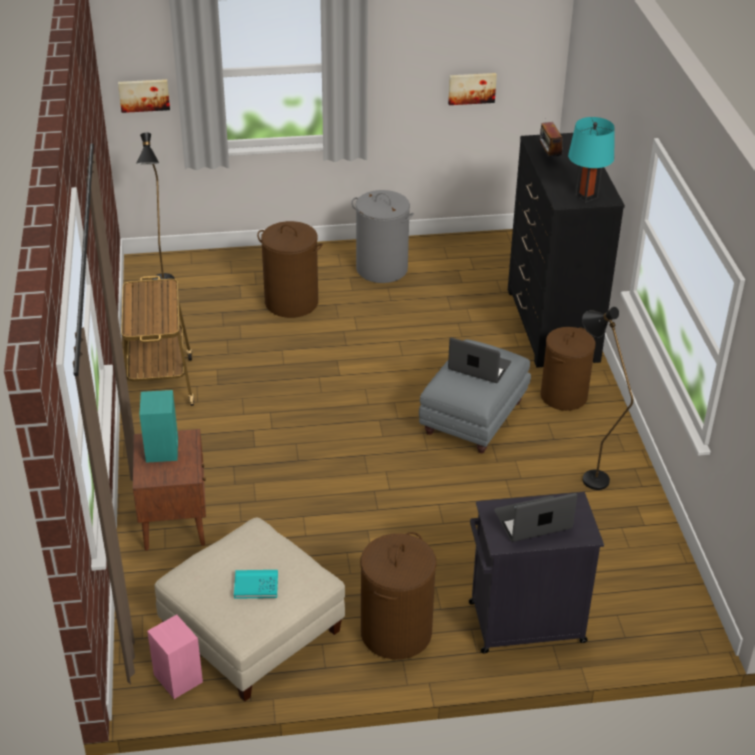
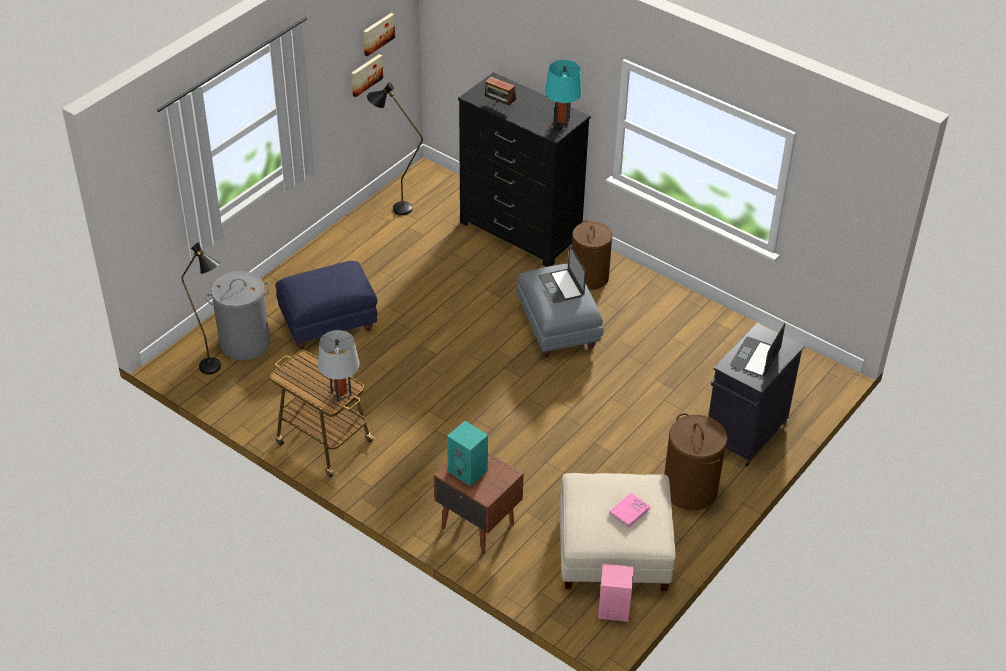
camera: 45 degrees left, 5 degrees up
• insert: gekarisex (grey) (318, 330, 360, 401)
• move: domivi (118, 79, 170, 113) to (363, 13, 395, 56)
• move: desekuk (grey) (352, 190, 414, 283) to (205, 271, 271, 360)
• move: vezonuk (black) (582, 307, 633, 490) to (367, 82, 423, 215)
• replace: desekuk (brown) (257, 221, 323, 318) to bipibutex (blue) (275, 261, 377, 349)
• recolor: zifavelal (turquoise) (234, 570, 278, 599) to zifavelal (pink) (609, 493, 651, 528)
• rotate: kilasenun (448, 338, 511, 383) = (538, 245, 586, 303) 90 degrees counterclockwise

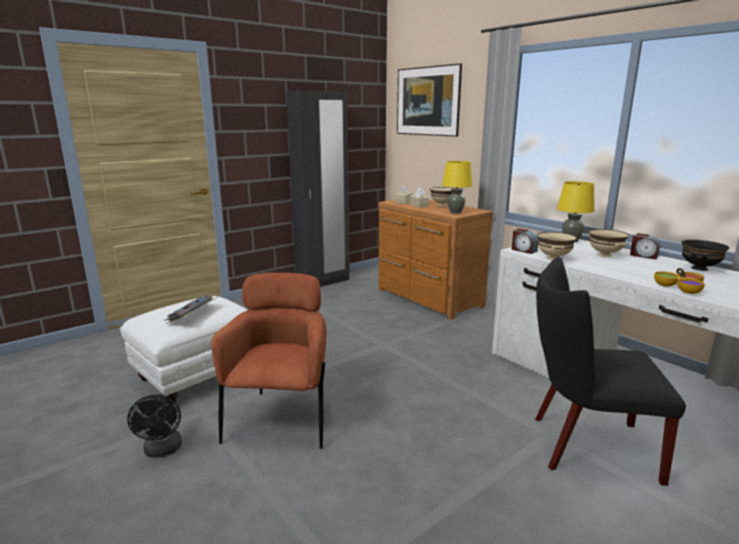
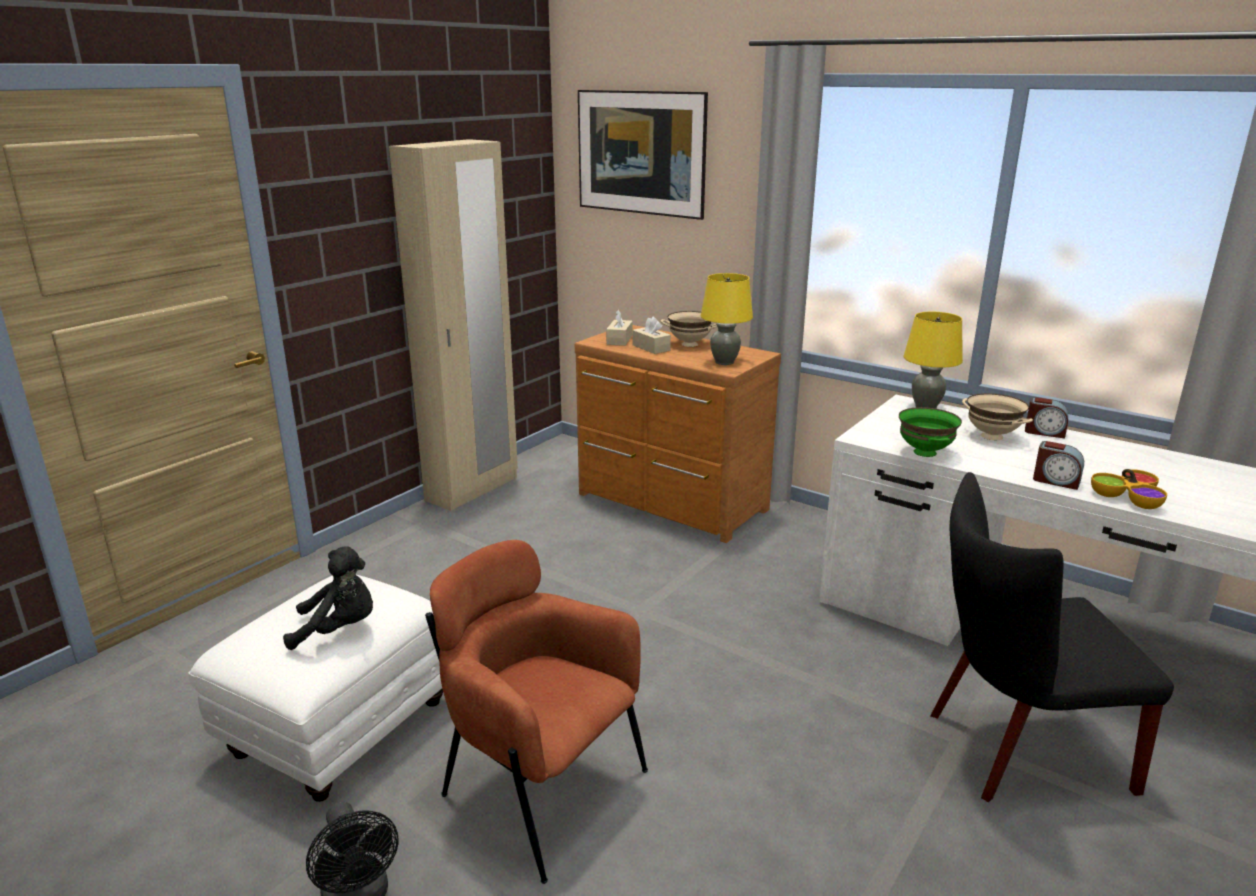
camera: 15 degrees left, 5 degrees up
• delete: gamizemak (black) (681, 240, 729, 271)
• move: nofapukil (512, 228, 539, 254) to (1033, 441, 1084, 490)
• replace: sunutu (164, 294, 219, 324) to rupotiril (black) (283, 547, 373, 650)
• recolor: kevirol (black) (286, 90, 350, 287) to kevirol (beige) (389, 139, 518, 511)
• recolor: gamizemak (beige) (537, 232, 577, 260) to gamizemak (green) (899, 407, 962, 457)
• rotate: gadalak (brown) (211, 273, 327, 449) = (425, 540, 648, 884) 45 degrees counterclockwise

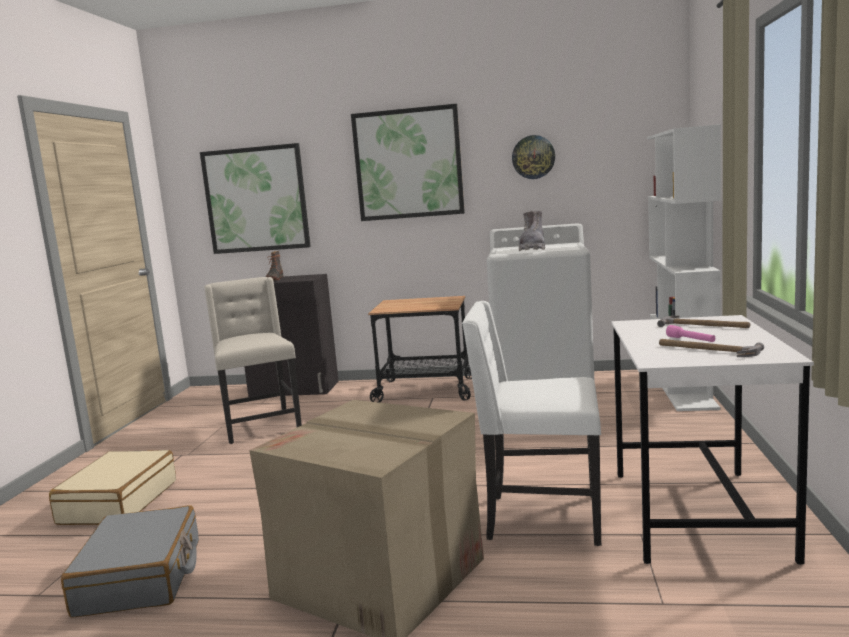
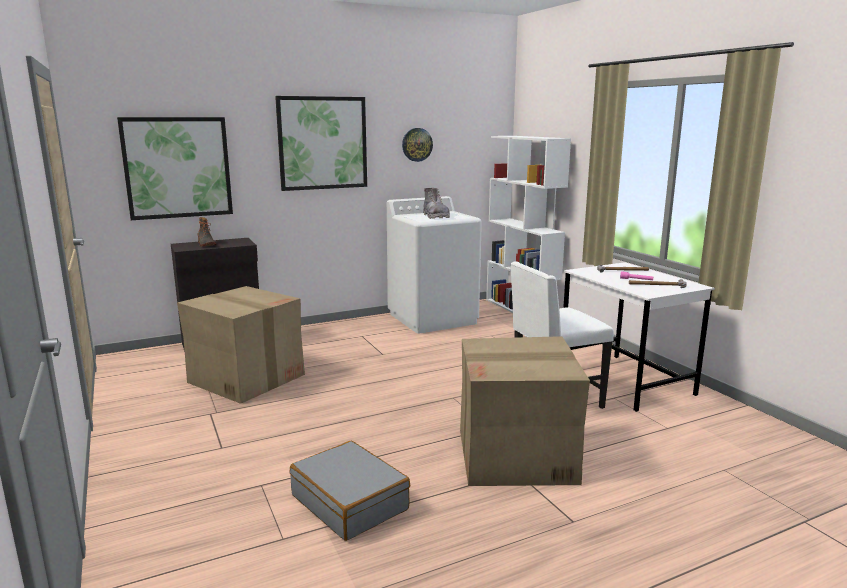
camera: 35 degrees left, 5 degrees up
• delete: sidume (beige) (49, 450, 176, 525)
• delete: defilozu (368, 296, 472, 403)
• replace: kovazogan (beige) (204, 277, 302, 444) to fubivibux (177, 286, 305, 404)

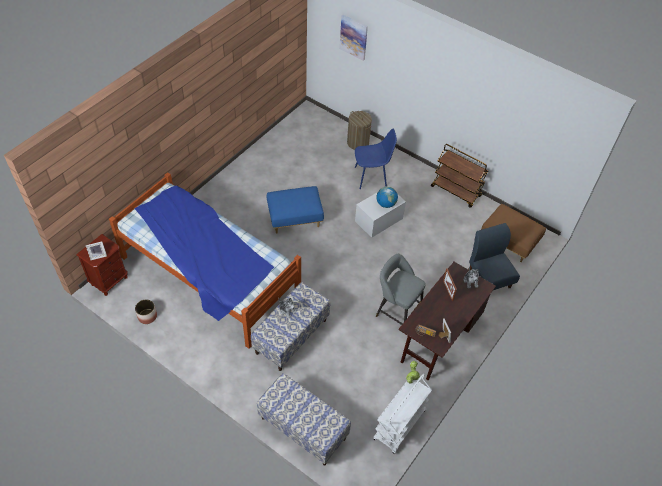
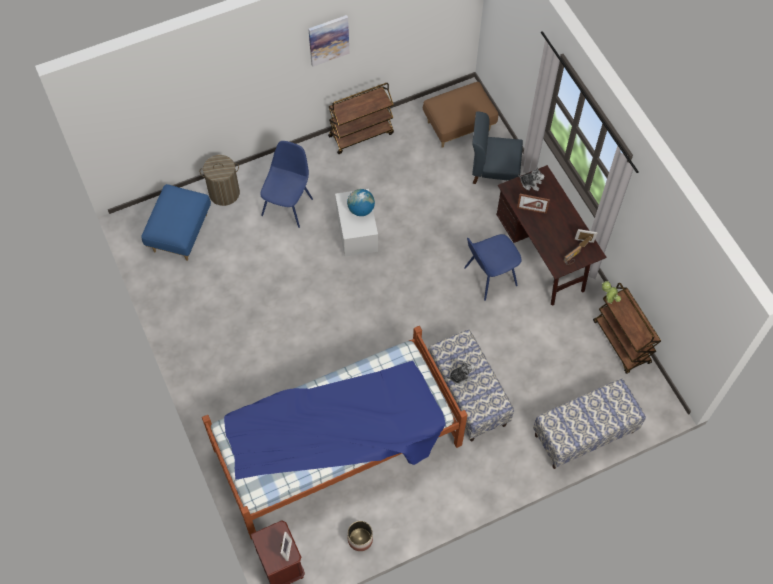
camera: 60 degrees left, 10 degrees up
• move: bipibutex (blue) (266, 186, 324, 233) to (141, 184, 211, 261)
• move: domivi (340, 15, 368, 61) to (309, 15, 349, 67)
• replace: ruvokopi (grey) (376, 254, 426, 325) to kovazogan (blue) (464, 234, 522, 301)
• recolor: defilozu (white) (373, 374, 432, 454) to defilozu (brown) (593, 283, 661, 374)

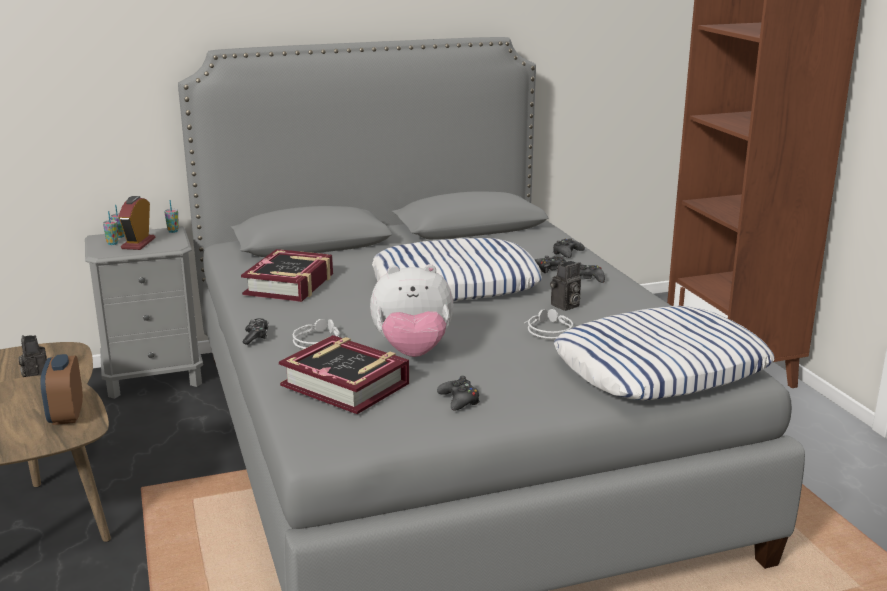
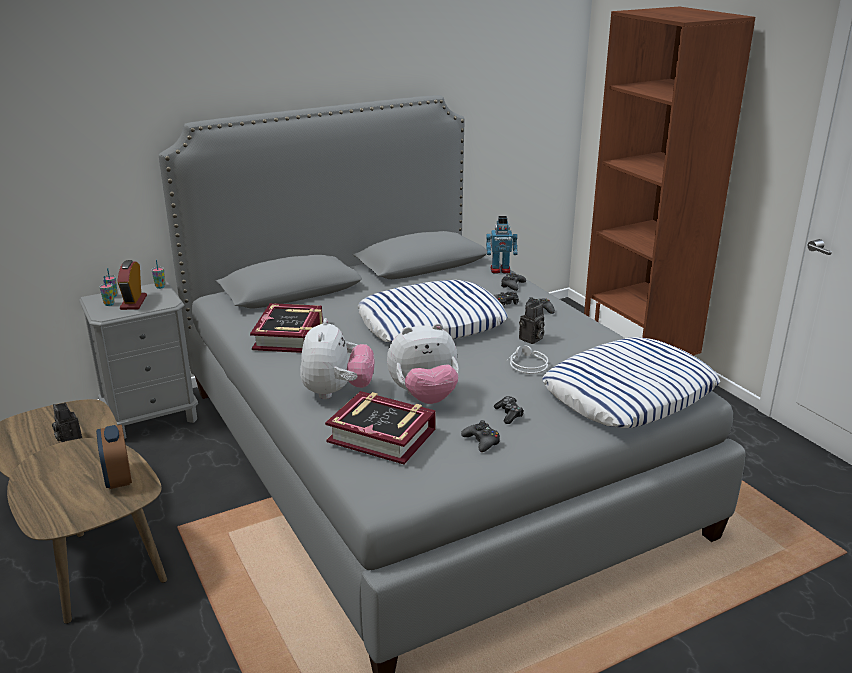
camera: 10 degrees left, 5 degrees up
• insert: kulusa (486, 216, 518, 274)
• move: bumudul (242, 318, 269, 345) to (494, 396, 524, 424)
• replace: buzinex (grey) (292, 319, 339, 349) to rupotiril (300, 318, 374, 399)

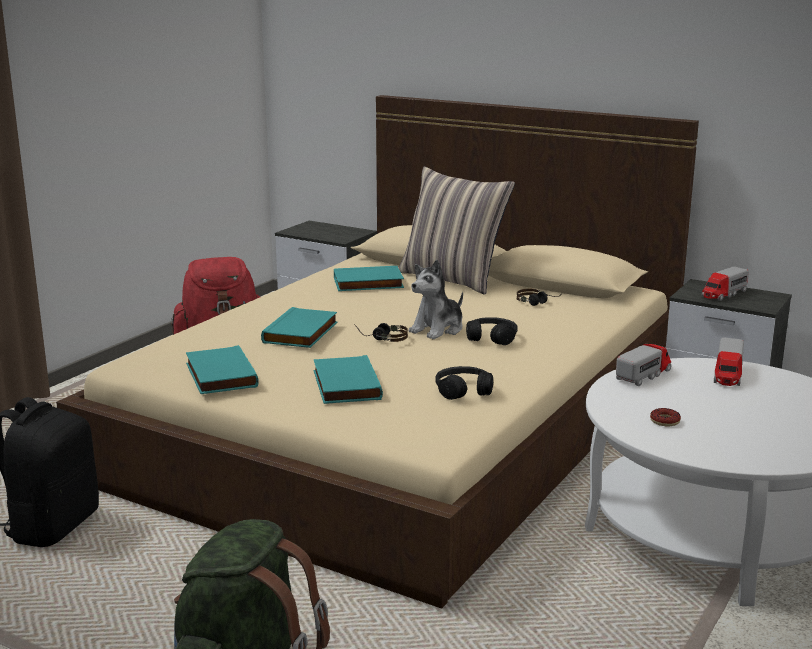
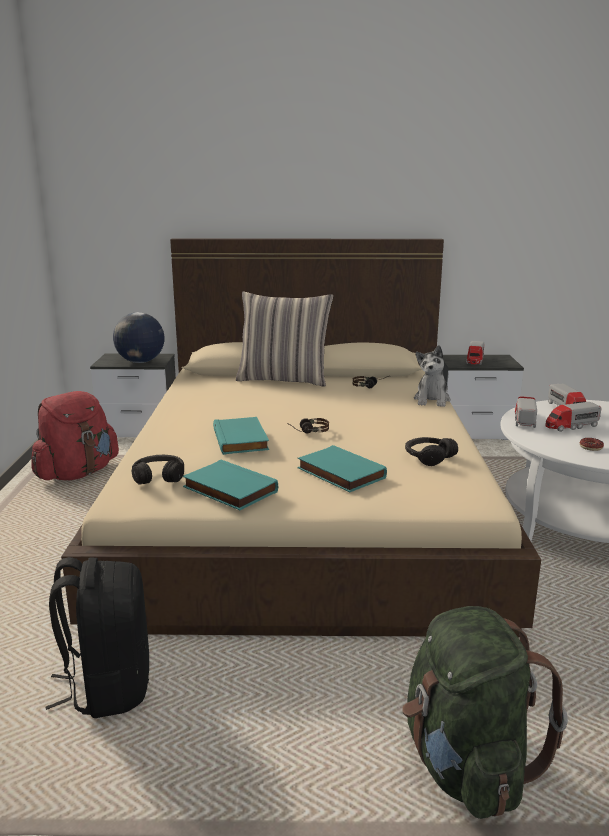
camera: 30 degrees left, 0 degrees up
• delete: zifavelal (turquoise) (334, 266, 404, 291)
• insert: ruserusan (113, 312, 165, 363)
• insert: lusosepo (545, 402, 602, 432)
• move: rupotiril (409, 260, 463, 339) to (414, 345, 451, 407)
• move: buzinex (black) (466, 317, 518, 345) to (132, 455, 184, 485)

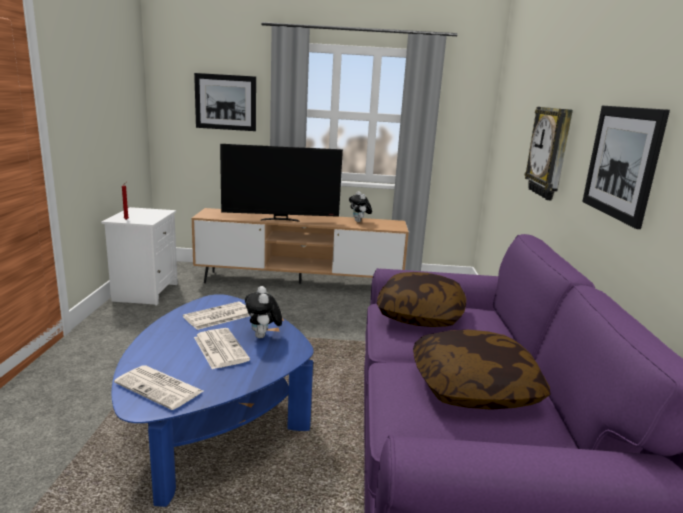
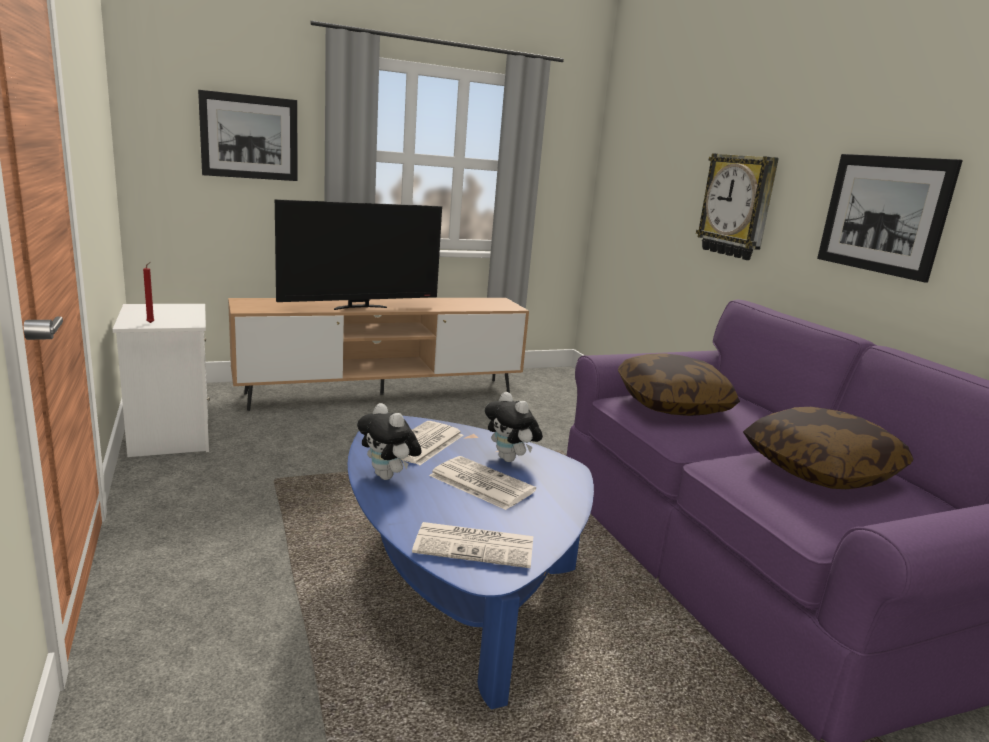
camera: 25 degrees left, 0 degrees up
• move: rupotiril (349, 191, 372, 222) to (357, 403, 422, 480)

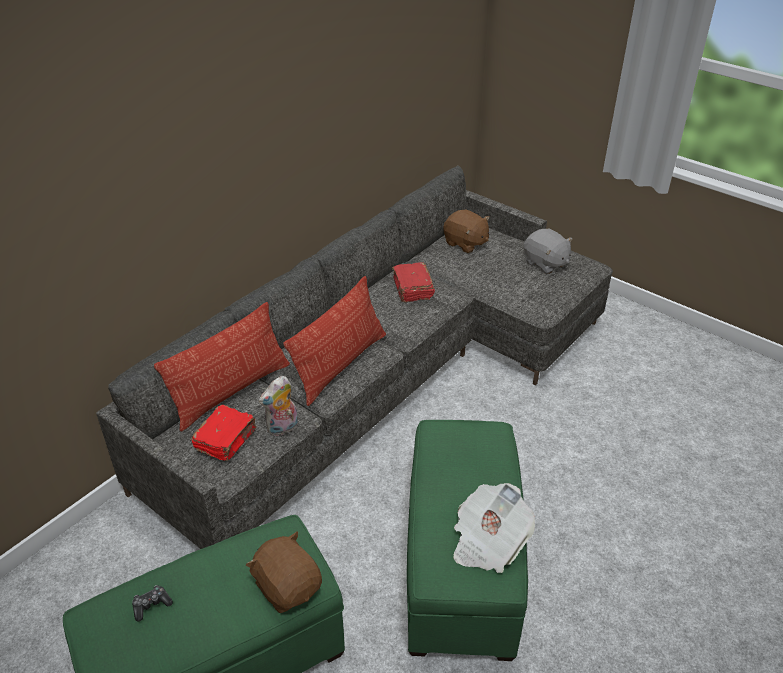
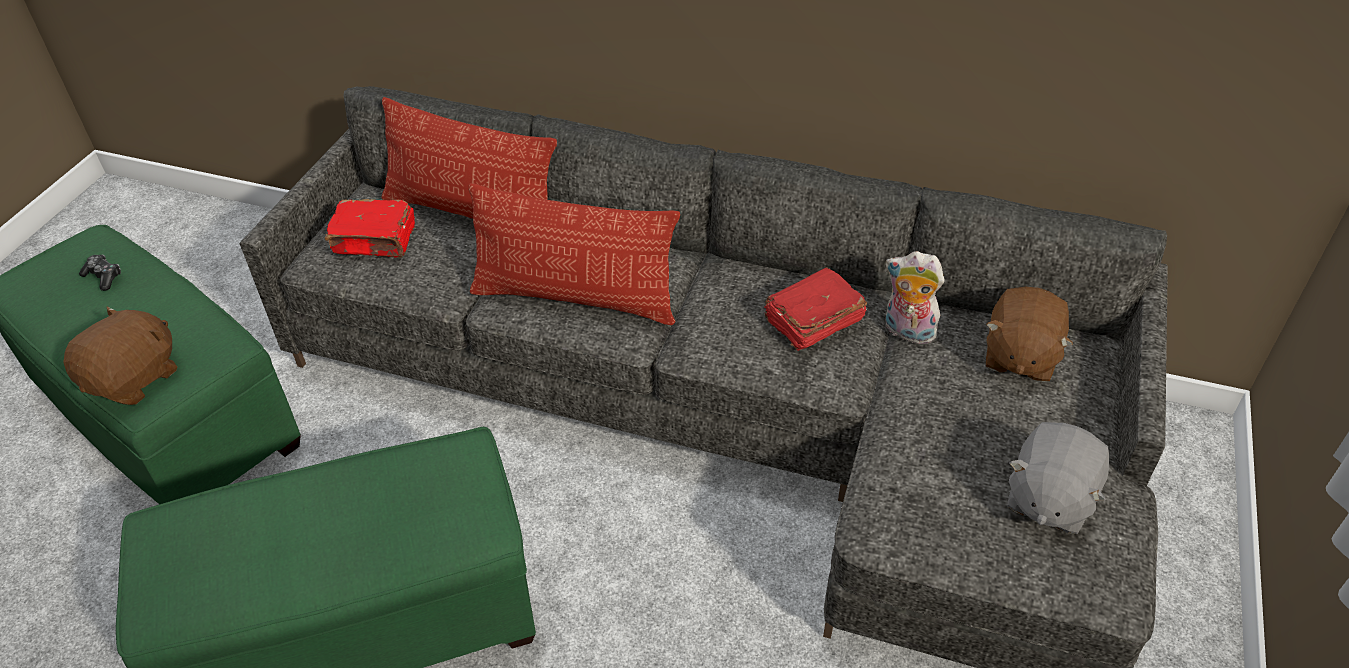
camera: 70 degrees right, 5 degrees up
• delete: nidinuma (453, 483, 535, 573)
• move: rupotiril (259, 376, 298, 436) to (885, 251, 945, 346)

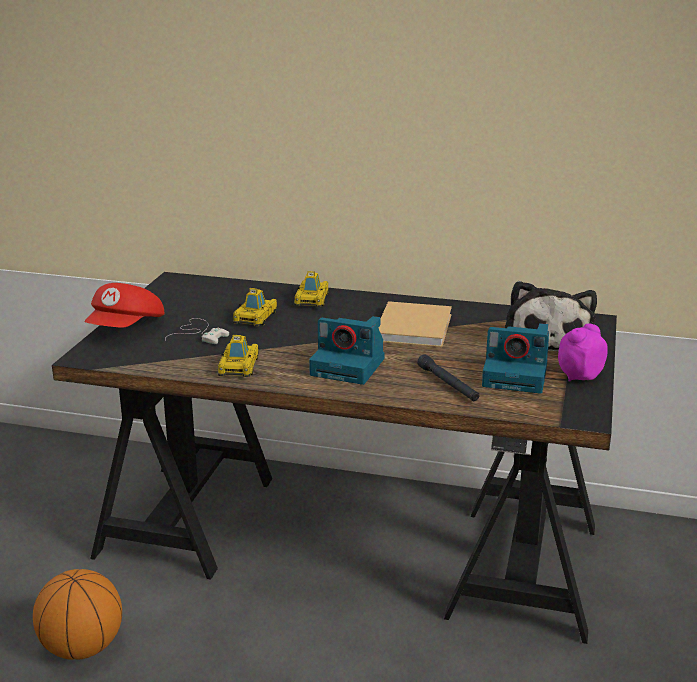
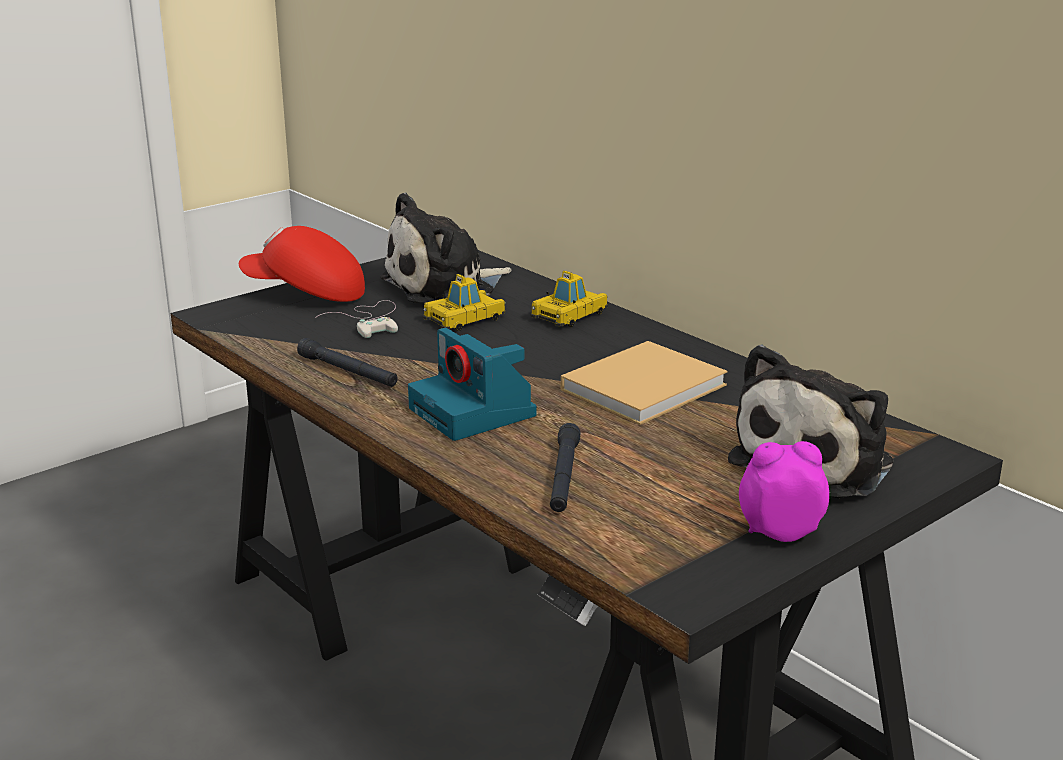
camera: 35 degrees right, 0 degrees up
• delete: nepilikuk (33, 569, 122, 660)
• delete: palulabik (482, 323, 549, 394)
• insert: rupotiril (380, 192, 512, 303)
• replace: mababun (218, 335, 259, 377) to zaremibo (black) (297, 338, 398, 387)
• rotate: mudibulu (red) (84, 283, 165, 328) = (239, 226, 365, 302) 45 degrees clockwise

